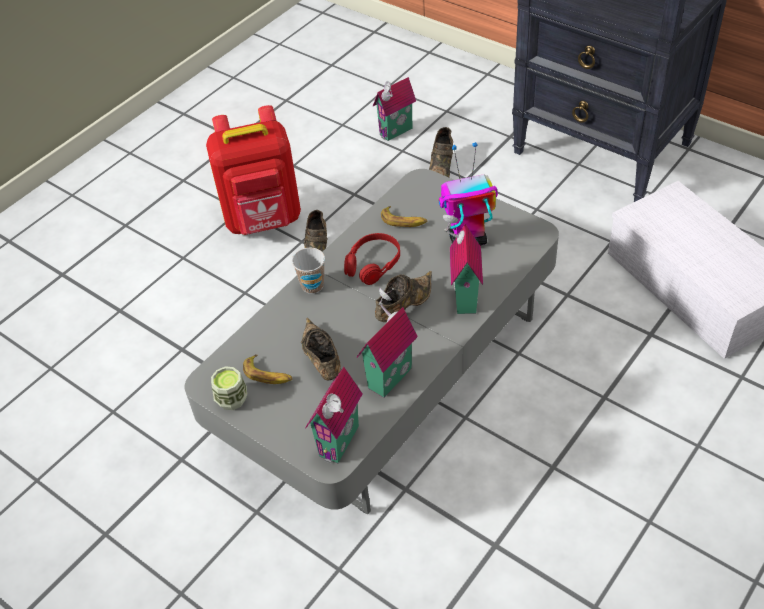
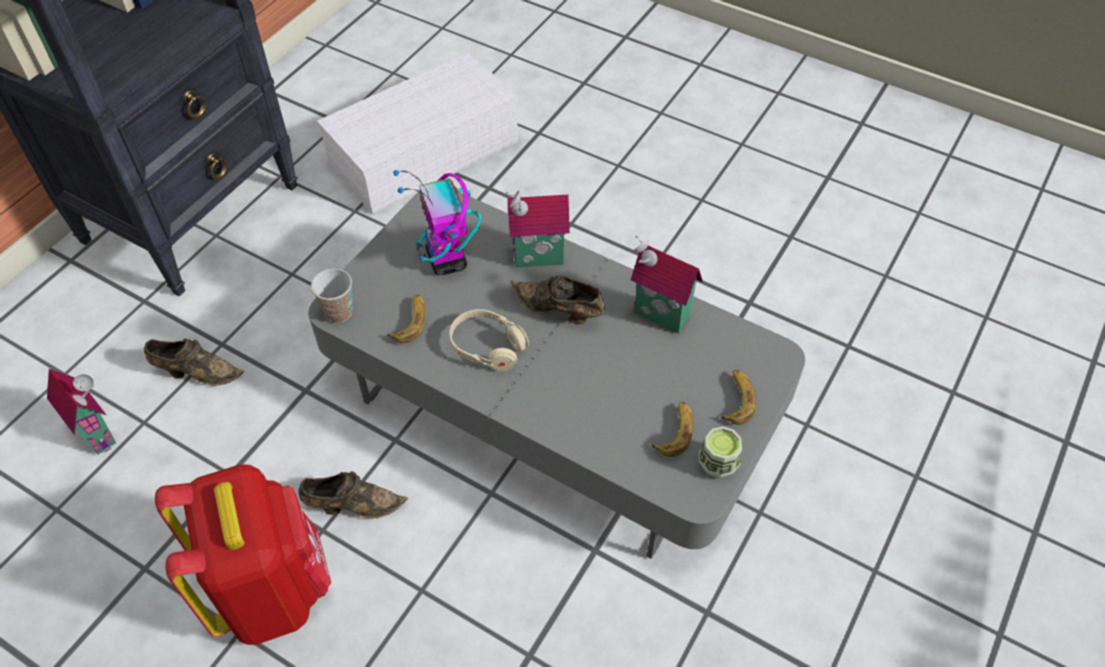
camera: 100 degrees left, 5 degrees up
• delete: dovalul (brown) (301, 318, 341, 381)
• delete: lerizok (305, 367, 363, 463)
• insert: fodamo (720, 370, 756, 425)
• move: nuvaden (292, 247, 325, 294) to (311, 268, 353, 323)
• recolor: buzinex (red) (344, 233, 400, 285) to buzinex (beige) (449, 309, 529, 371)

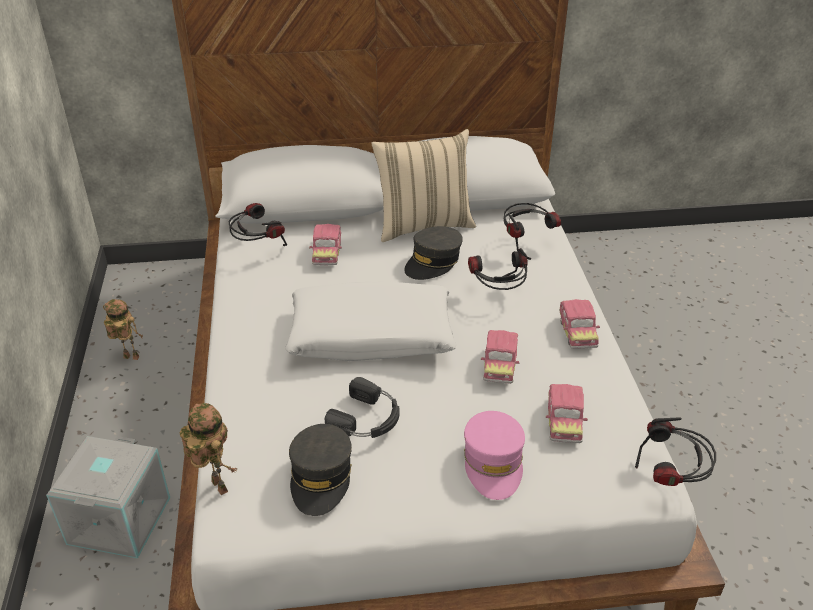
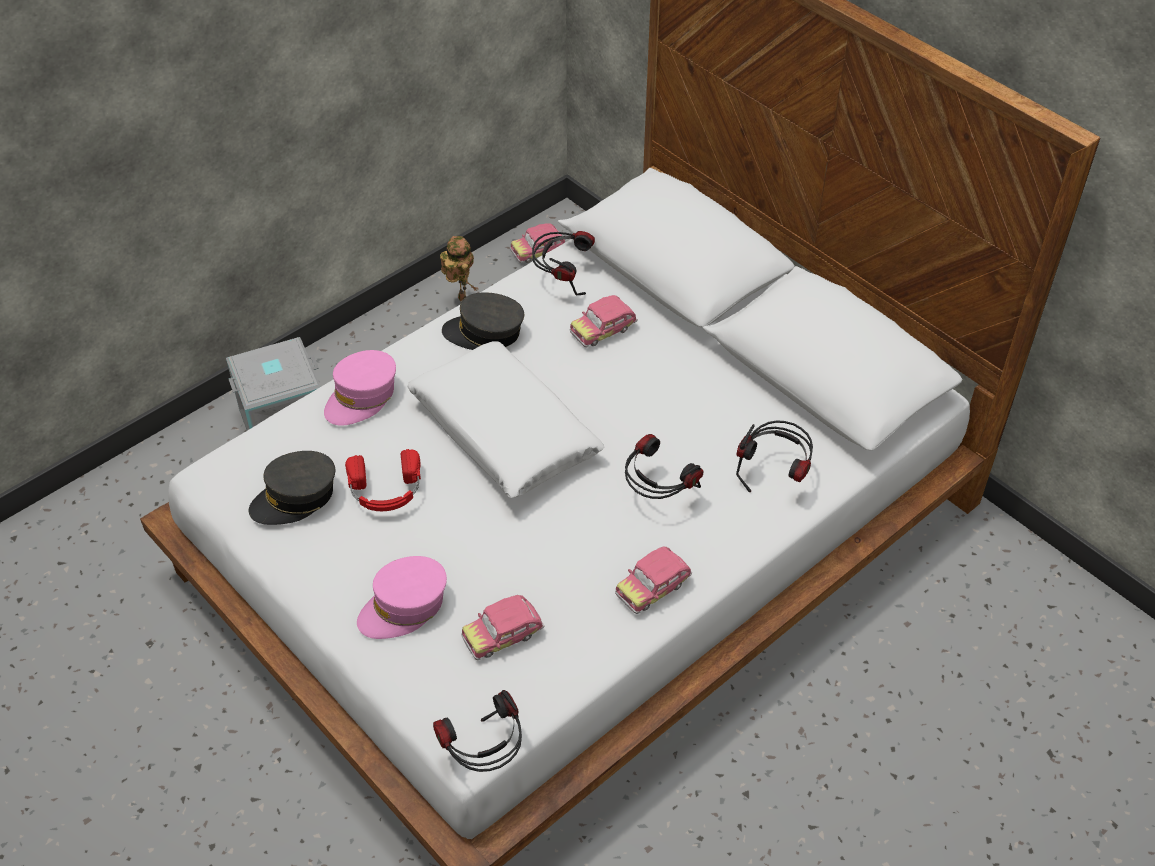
camera: 55 degrees right, 10 degrees up
• delete: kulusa (180, 403, 238, 495)
• delete: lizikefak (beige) (371, 129, 476, 242)
• insert: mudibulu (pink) (324, 350, 396, 426)
• move: mudibulu (grey) (404, 226, 463, 280) to (442, 292, 524, 350)
• move: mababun (481, 330, 519, 384) to (510, 223, 565, 263)
• recolor: buzinex (black) (325, 377, 400, 438) to buzinex (red) (345, 449, 421, 511)

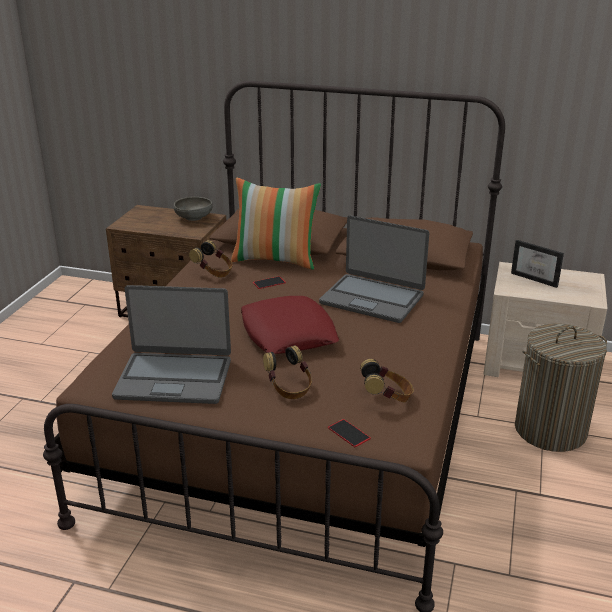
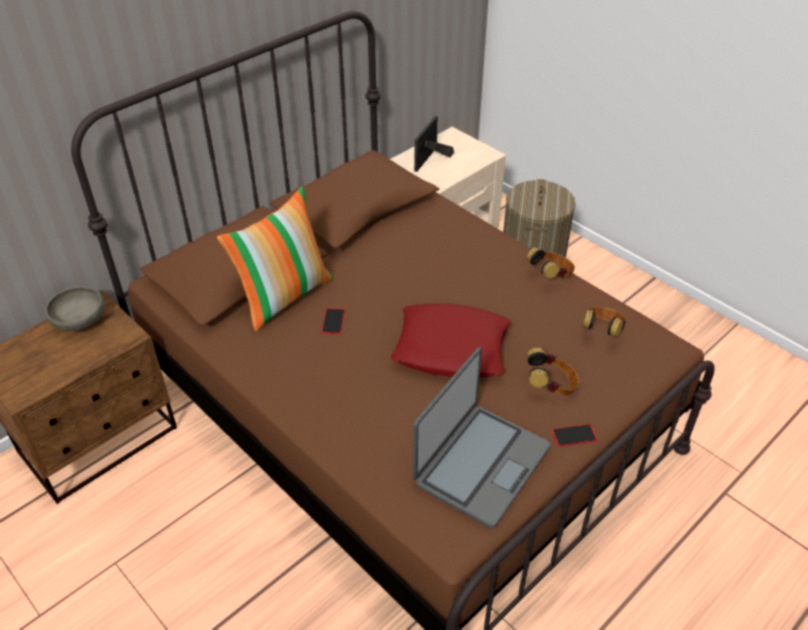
camera: 60 degrees left, 15 degrees up
• delete: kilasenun (319, 215, 429, 323)
• move: buzinex (189, 240, 233, 278) to (527, 247, 575, 279)
• move: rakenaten (328, 419, 371, 447) to (552, 424, 598, 447)
• rotate: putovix (511, 240, 564, 288) = (414, 116, 454, 172) 135 degrees clockwise

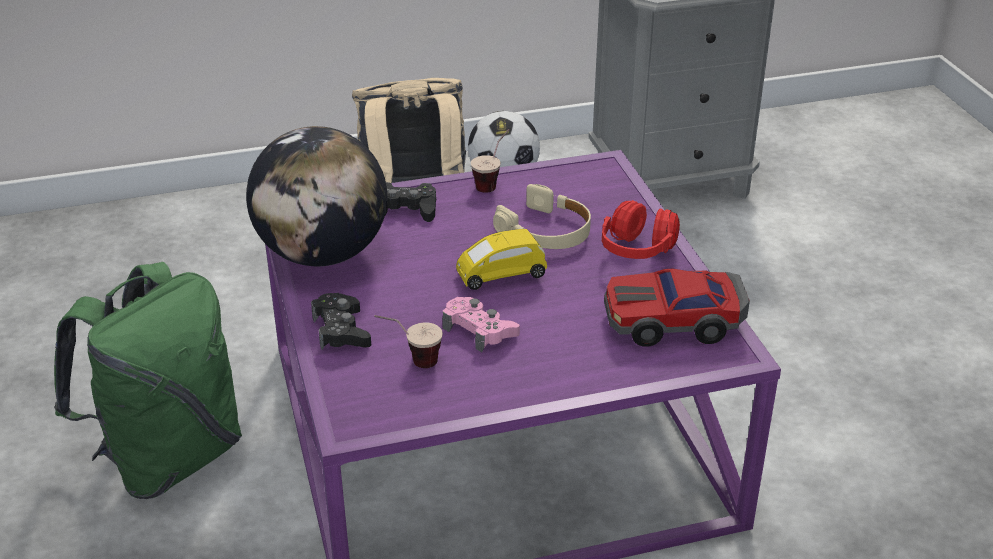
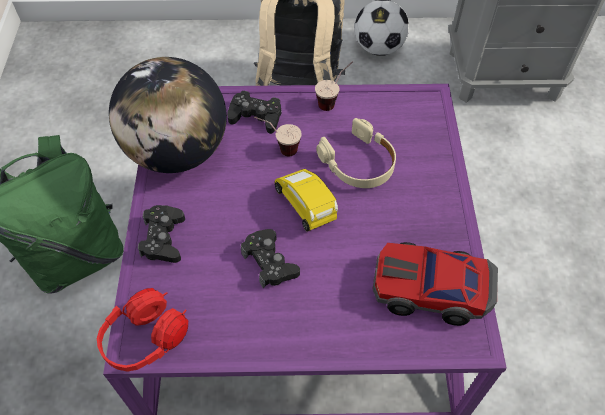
camera: 15 degrees right, 20 degrees up
• move: nuvaden (374, 315, 443, 368) to (254, 116, 302, 156)
• move: buzinex (red) (602, 200, 680, 259) to (97, 288, 188, 372)
• recolor: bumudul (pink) (442, 297, 520, 352) to bumudul (black) (241, 229, 300, 288)
• rotate: mababun (yellow) (456, 229, 547, 290) = (275, 169, 338, 232) 60 degrees clockwise

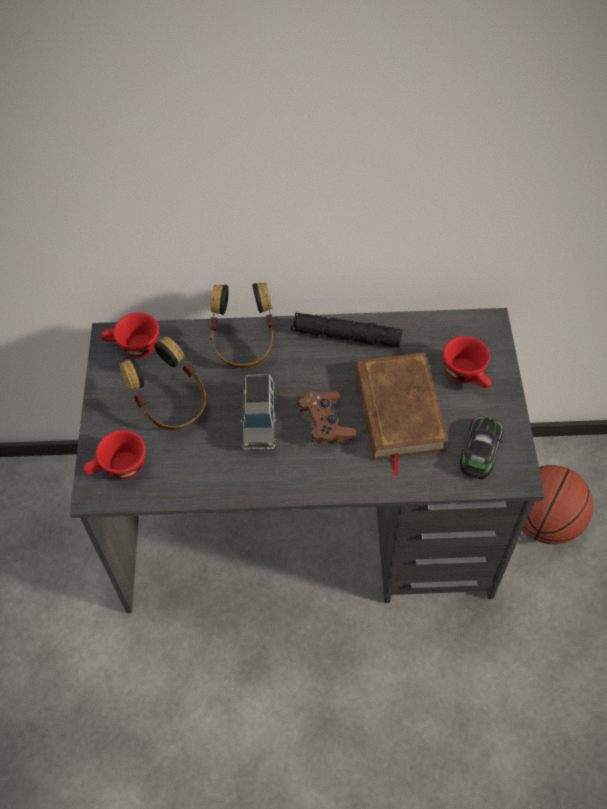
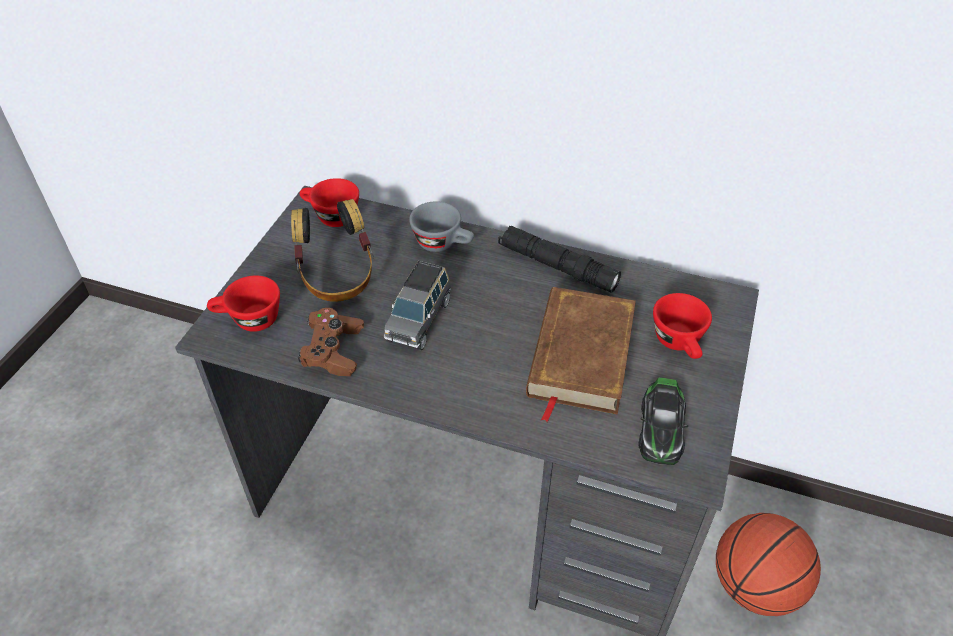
camera: 20 degrees right, 10 degrees down
• move: bumudul (brown) (297, 391, 357, 445) to (298, 308, 364, 376)
• replace: buzinex (210, 282, 275, 368) to nuvaden (grey) (409, 201, 474, 252)
• rotate: mababun (460, 417, 504, 479) = (638, 377, 688, 465) 150 degrees clockwise

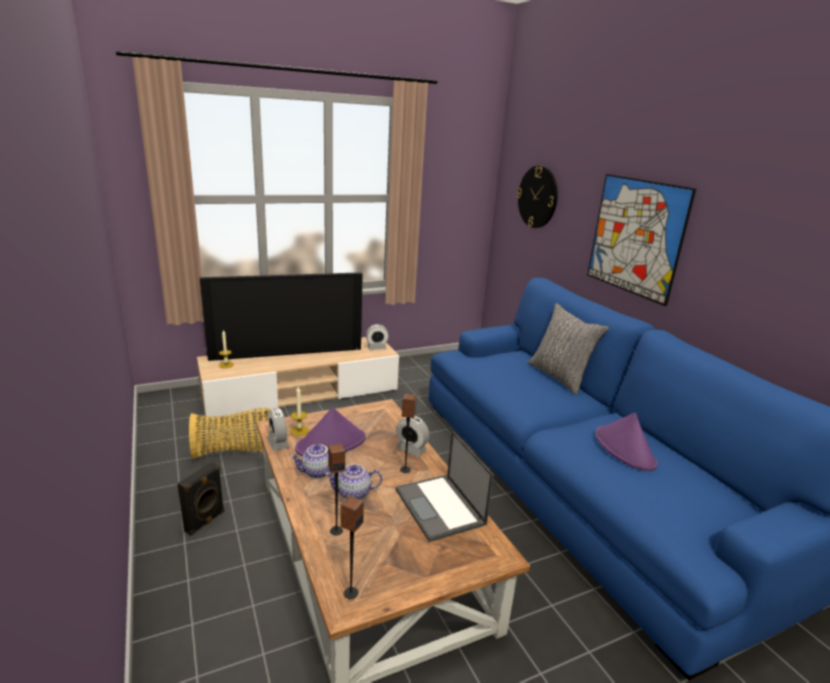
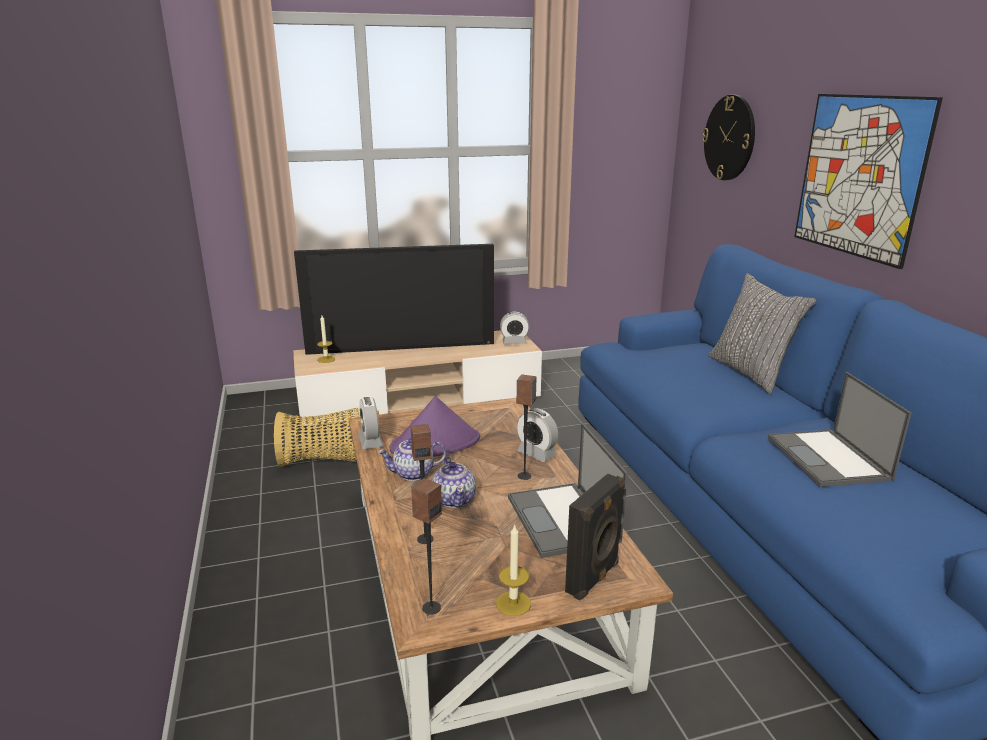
camera: 10 degrees right, 0 degrees up
• move: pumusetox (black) (177, 462, 224, 536) to (565, 474, 625, 601)
• move: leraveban (290, 387, 309, 436) to (496, 525, 531, 616)
• replace: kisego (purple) (595, 413, 658, 471) to kilasenun (768, 372, 911, 487)
• rotate: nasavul (325, 464, 382, 499) = (432, 457, 476, 508) 105 degrees counterclockwise

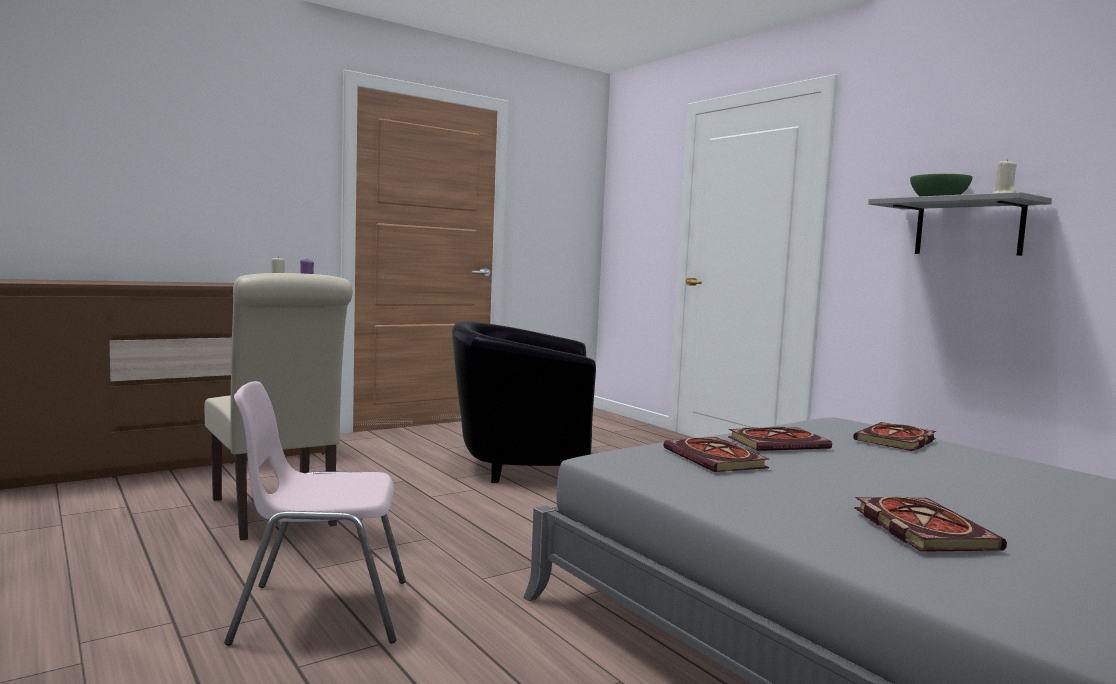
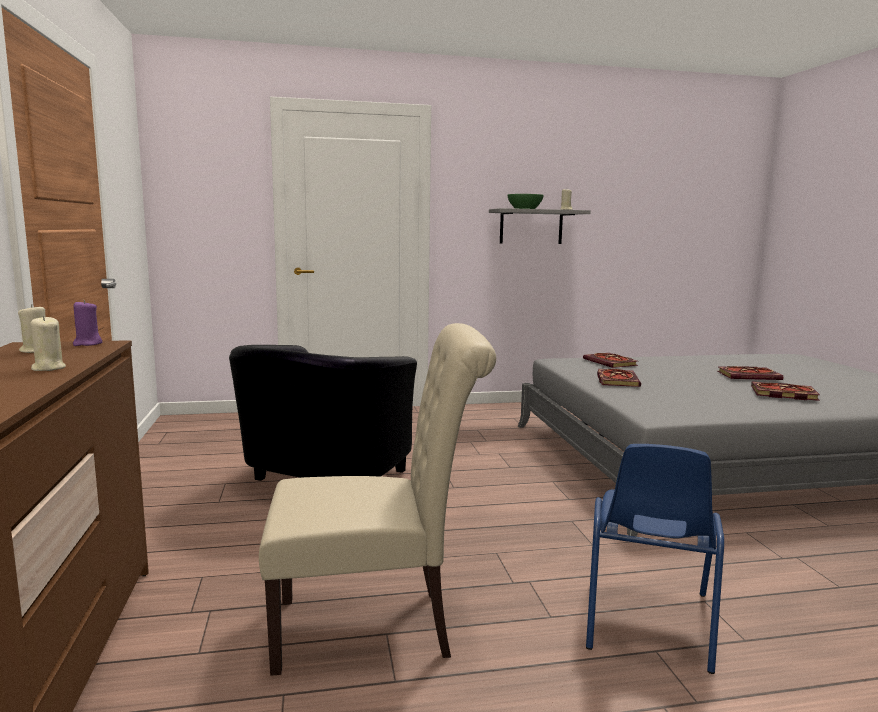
camera: 65 degrees left, 5 degrees up
• insert: leraveban (beige) (30, 315, 66, 371)
• move: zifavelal (664, 437, 769, 472) to (717, 366, 783, 380)
• recolor: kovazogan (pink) (224, 381, 406, 646) to kovazogan (blue) (586, 444, 724, 674)

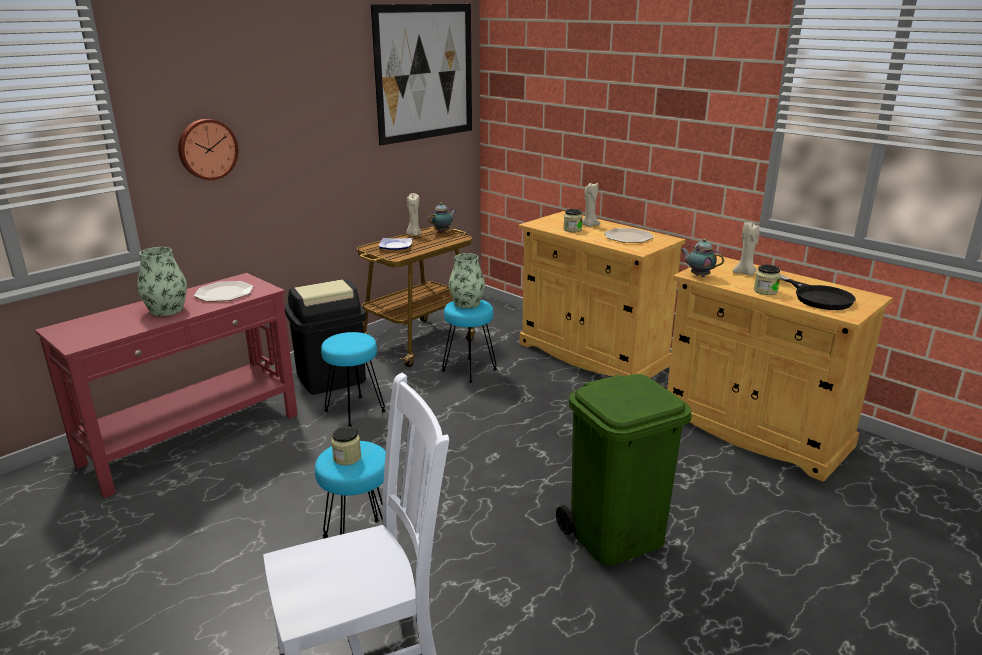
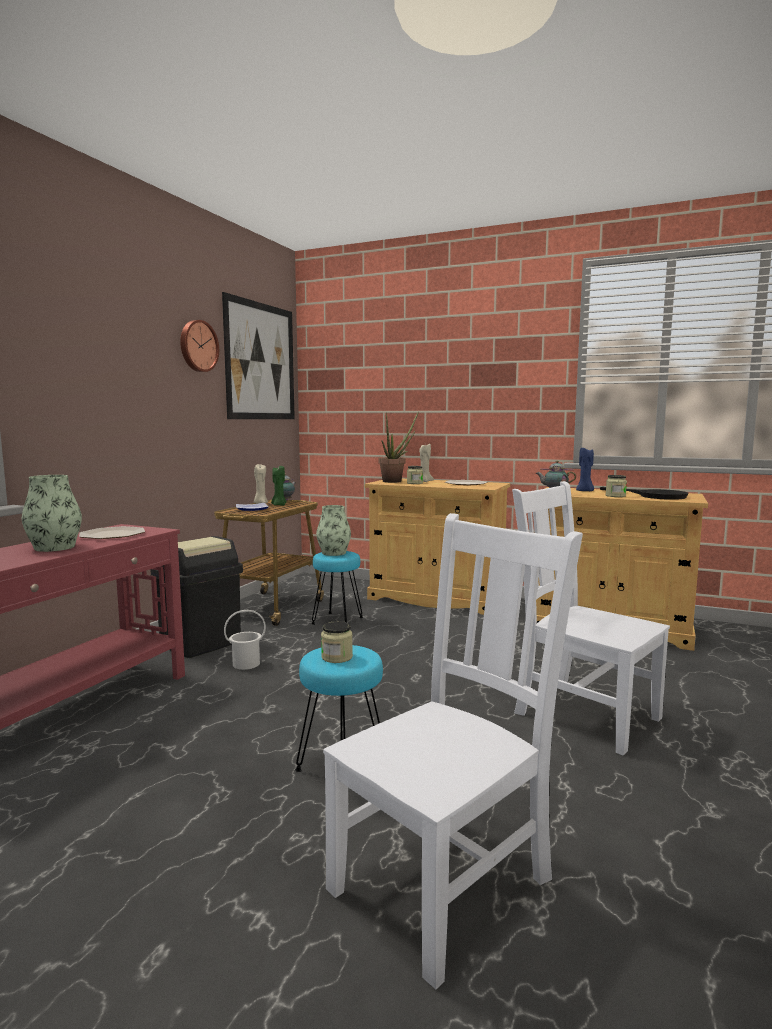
camera: 20 degrees left, 15 degrees down
• insert: leraveban (green) (271, 466, 286, 506)
• insert: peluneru (379, 411, 419, 483)
• move: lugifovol (178, 119, 238, 180) to (180, 320, 219, 372)
• replace: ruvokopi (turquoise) (321, 332, 386, 427) to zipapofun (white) (224, 610, 266, 670)
• replace: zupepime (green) (556, 374, 692, 566) to kovazogan (white) (512, 481, 670, 756)
• recolor: leraveban (beige) (733, 222, 760, 275) to leraveban (blue) (576, 448, 594, 491)

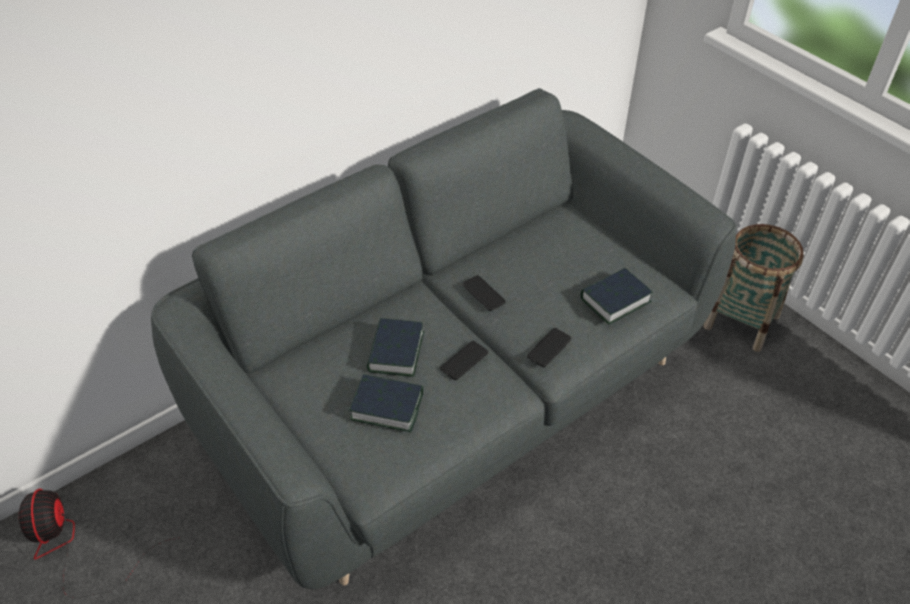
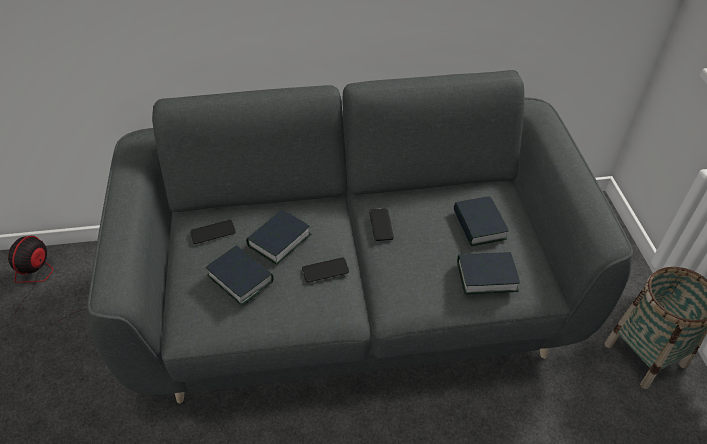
camera: 30 degrees right, 0 degrees up
• insert: zifavelal (453, 196, 509, 246)
• move: rakenaten (527, 328, 571, 367) to (190, 220, 236, 244)

